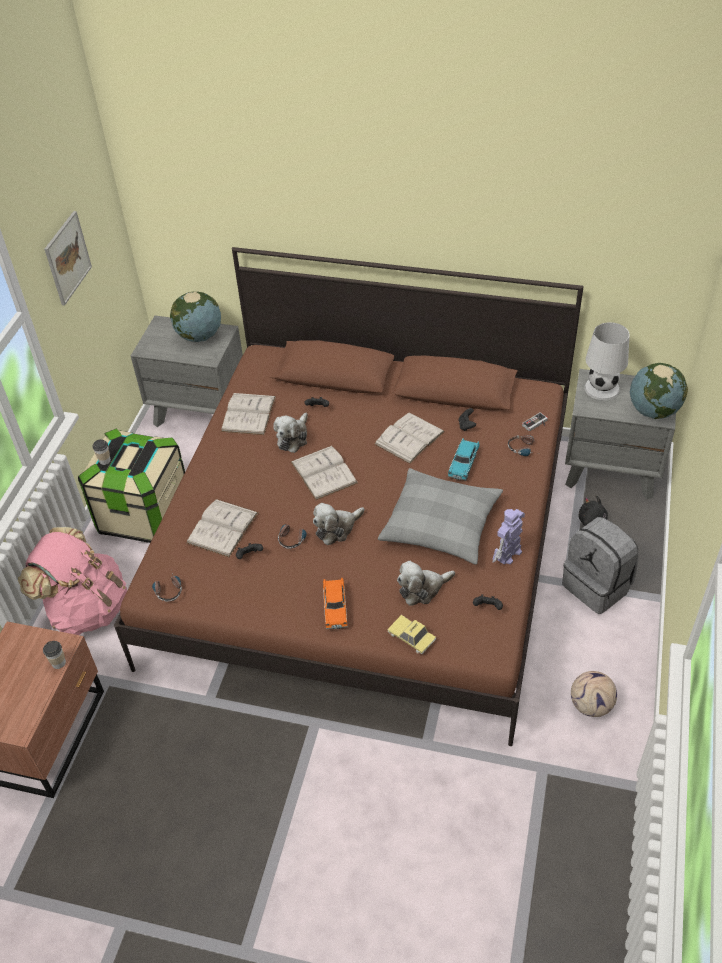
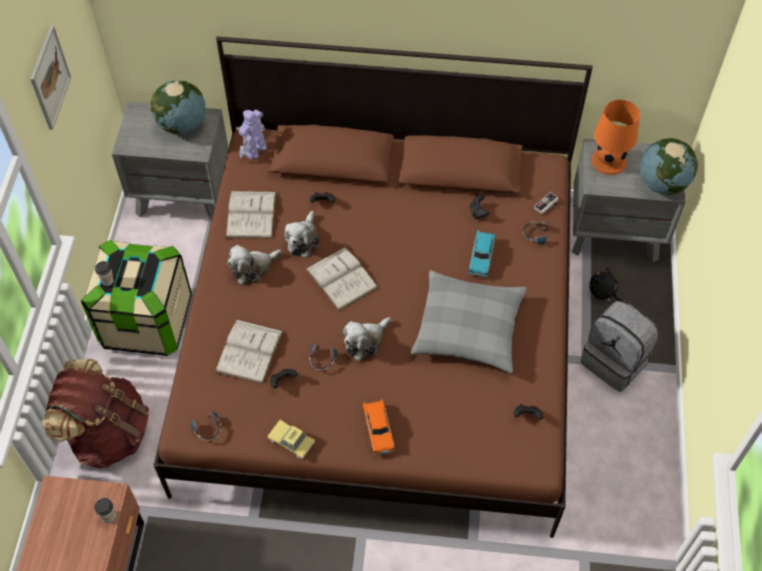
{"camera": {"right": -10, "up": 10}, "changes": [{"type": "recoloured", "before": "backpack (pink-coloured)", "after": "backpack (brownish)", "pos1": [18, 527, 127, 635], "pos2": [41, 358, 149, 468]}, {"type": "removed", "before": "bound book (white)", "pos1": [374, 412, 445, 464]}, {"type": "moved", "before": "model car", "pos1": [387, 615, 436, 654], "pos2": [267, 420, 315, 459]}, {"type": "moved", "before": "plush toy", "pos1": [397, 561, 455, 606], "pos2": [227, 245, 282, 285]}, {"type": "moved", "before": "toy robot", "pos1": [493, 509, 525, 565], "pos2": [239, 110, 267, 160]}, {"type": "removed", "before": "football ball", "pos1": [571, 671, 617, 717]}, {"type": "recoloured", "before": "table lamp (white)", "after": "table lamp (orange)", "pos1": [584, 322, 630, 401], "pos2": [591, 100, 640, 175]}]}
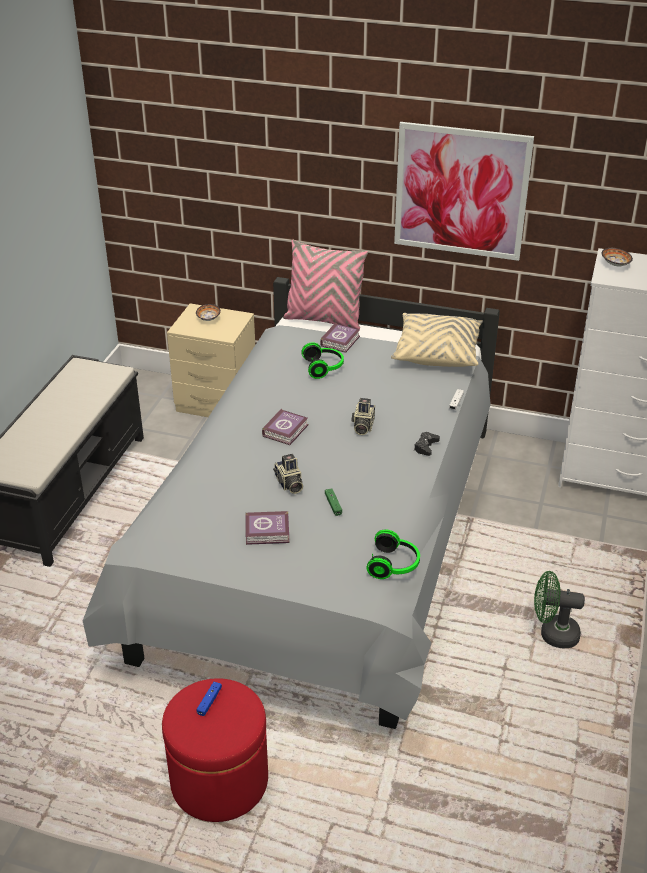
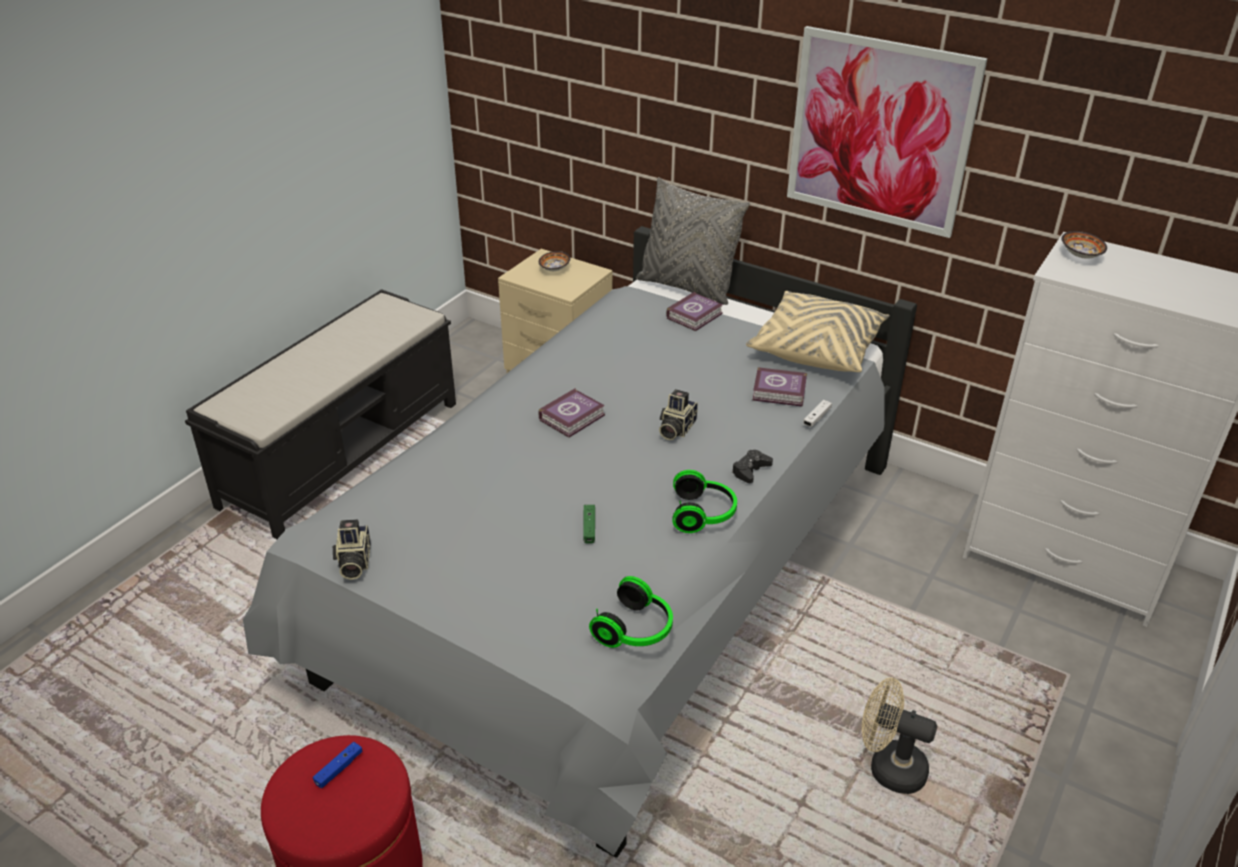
{"camera": {"right": 15, "up": 0}, "changes": [{"type": "moved", "before": "bound book", "pos1": [246, 511, 289, 545], "pos2": [752, 367, 807, 407]}, {"type": "moved", "before": "still camera", "pos1": [273, 454, 303, 494], "pos2": [333, 519, 371, 580]}, {"type": "recoloured", "before": "pillow (pink-coloured)", "after": "pillow (greyish)", "pos1": [283, 240, 368, 329], "pos2": [636, 177, 750, 305]}, {"type": "moved", "before": "pair of headphones", "pos1": [301, 342, 344, 379], "pos2": [672, 470, 737, 533]}, {"type": "recoloured", "before": "electric fan (green-coloured)", "after": "electric fan (beige-coloured)", "pos1": [534, 571, 585, 648], "pos2": [861, 678, 937, 794]}]}
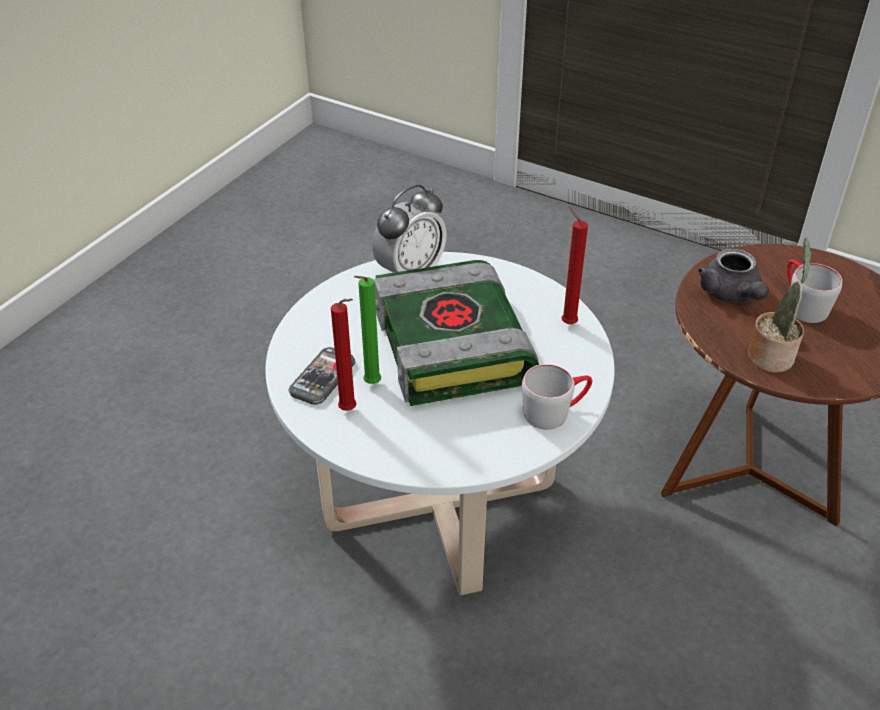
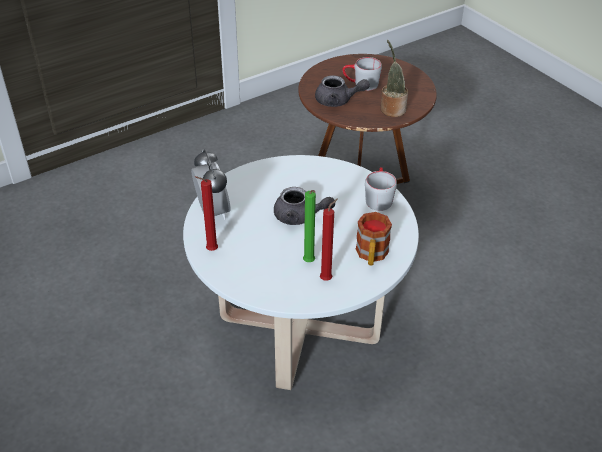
{"camera": {"right": -65, "up": 0}, "changes": [{"type": "removed", "before": "handset", "pos1": [289, 347, 356, 405]}, {"type": "replaced", "before": "bound book", "after": "tea pot (greyish)", "pos1": [374, 260, 539, 406], "pos2": [274, 187, 335, 225]}, {"type": "moved", "before": "wax candle (red-coloured)", "pos1": [561, 206, 588, 324], "pos2": [195, 176, 218, 251]}, {"type": "added", "after": "tea mug", "pos2": [356, 212, 392, 266]}]}
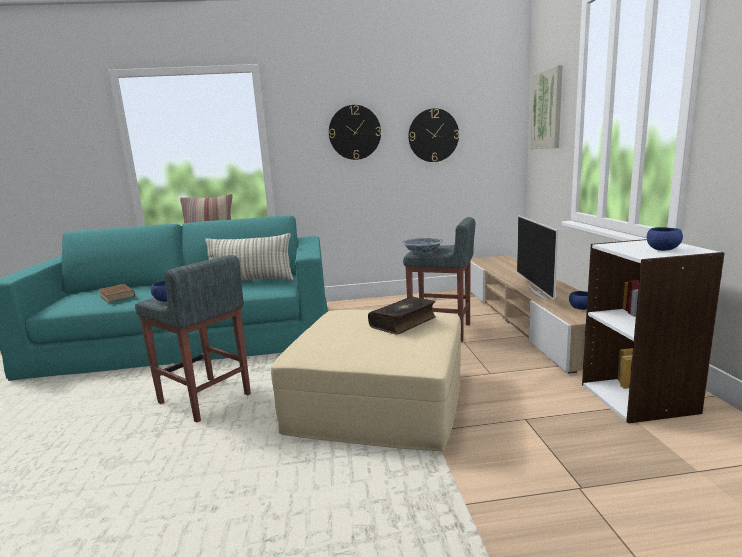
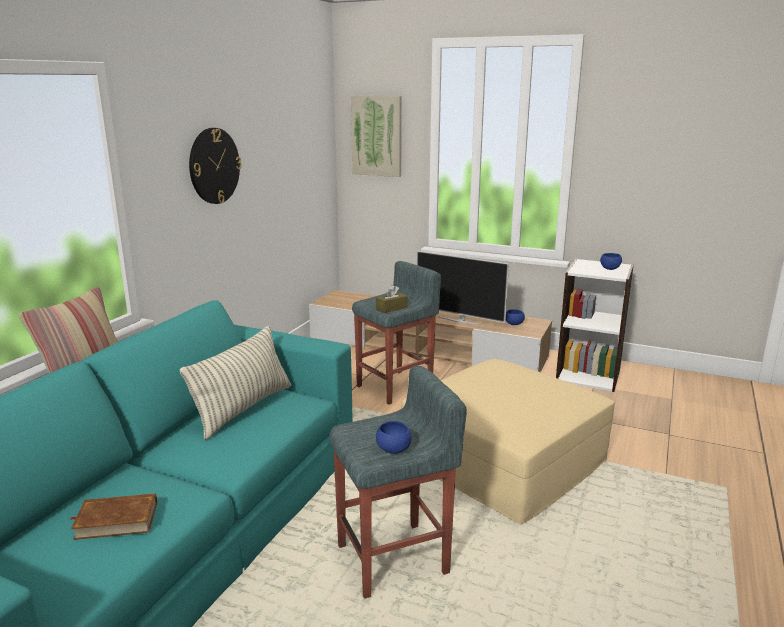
{"camera": {"right": -60, "up": 5}, "changes": [{"type": "removed", "before": "bound book", "pos1": [368, 296, 436, 334]}, {"type": "replaced", "before": "deep dish", "after": "tissue holder (brownish)", "pos1": [402, 237, 443, 253], "pos2": [376, 285, 407, 313]}, {"type": "removed", "before": "hanging clock", "pos1": [408, 108, 459, 162]}]}
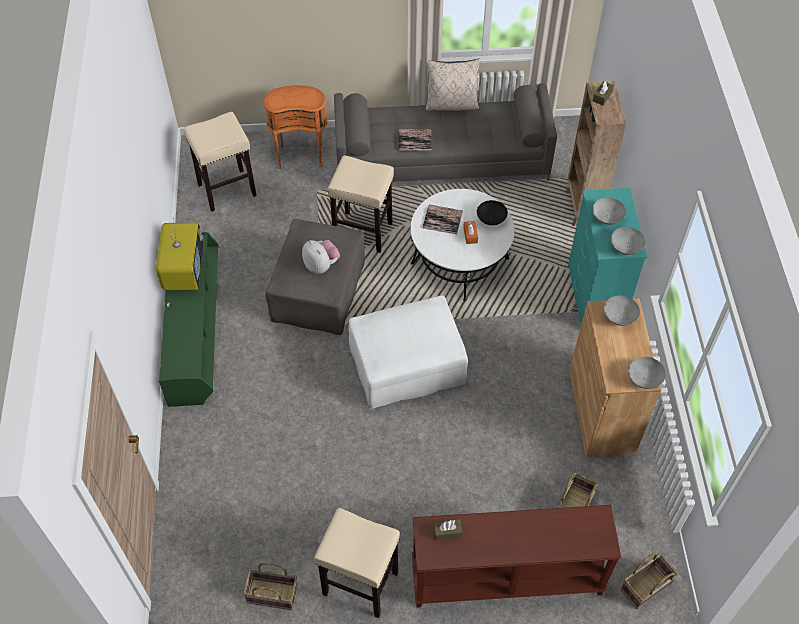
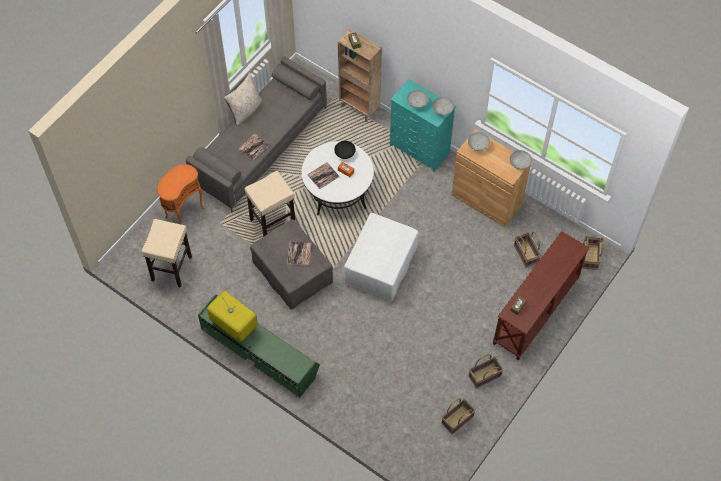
{"camera": {"right": -50, "up": 5}, "changes": [{"type": "replaced", "before": "plush toy", "after": "bound book", "pos1": [302, 240, 340, 274], "pos2": [287, 241, 312, 266]}, {"type": "replaced", "before": "stool (beige-coloured)", "after": "storage basket", "pos1": [314, 508, 400, 618], "pos2": [469, 354, 503, 389]}]}
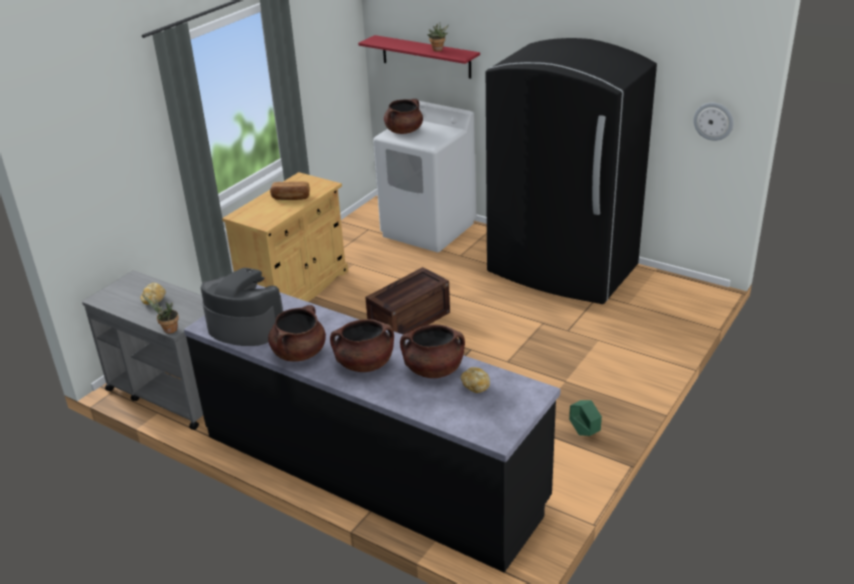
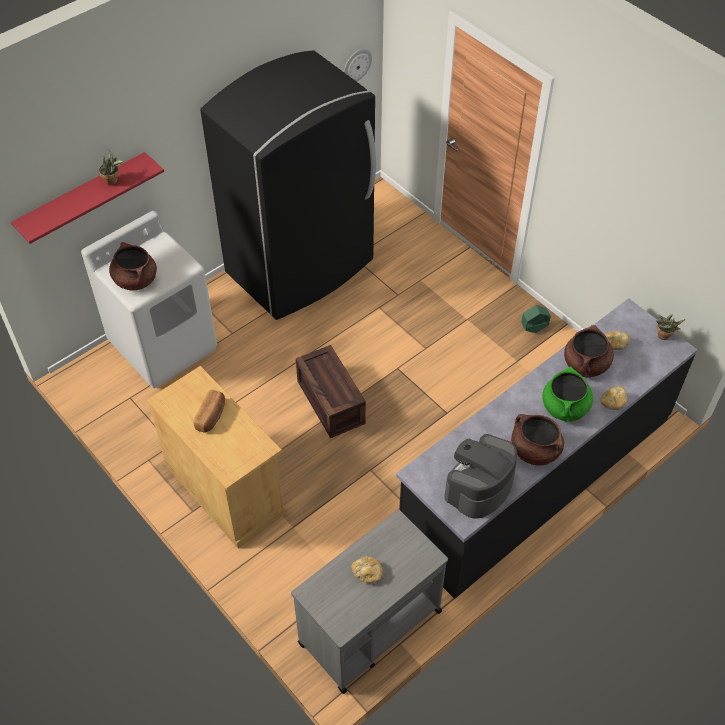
{"camera": {"right": -75, "up": 20}, "changes": [{"type": "moved", "before": "plant in a pot", "pos1": [142, 294, 179, 333], "pos2": [656, 314, 685, 340]}, {"type": "recoloured", "before": "saucepot (brownish)", "after": "saucepot (green-coloured)", "pos1": [330, 319, 394, 372], "pos2": [542, 367, 593, 422]}, {"type": "added", "after": "bread", "pos2": [601, 386, 627, 410]}]}
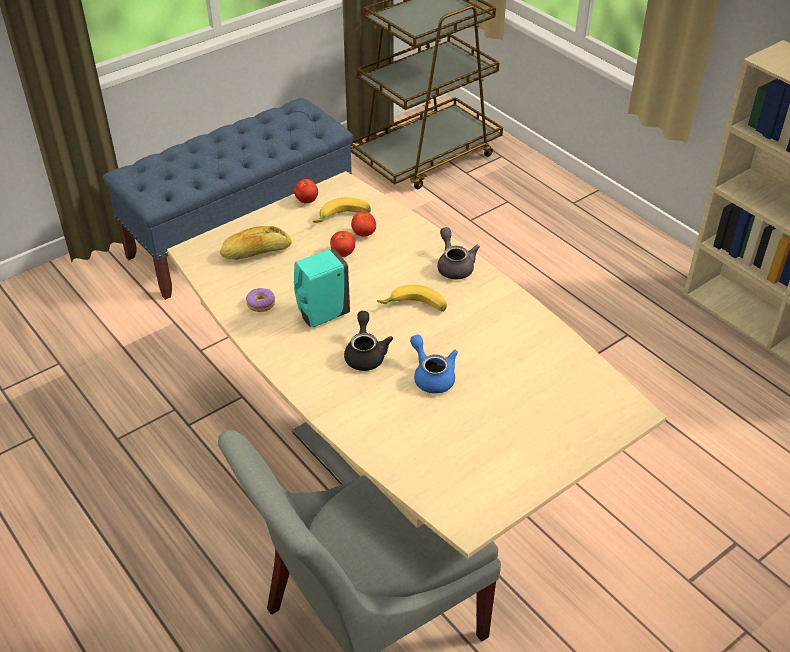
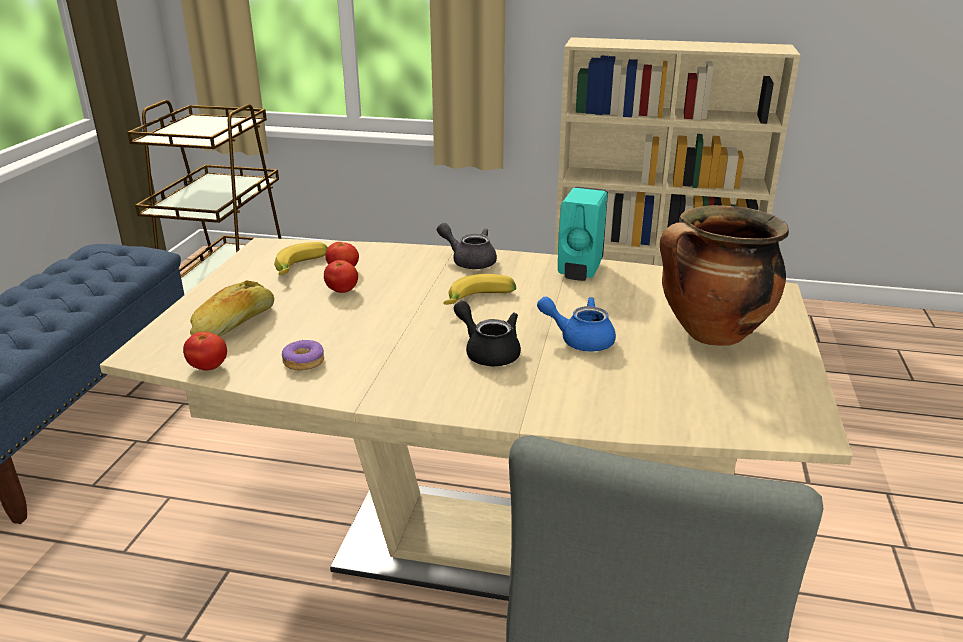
{"camera": {"right": -40, "up": -15}, "changes": [{"type": "moved", "before": "tomato", "pos1": [294, 179, 318, 204], "pos2": [183, 332, 227, 371]}, {"type": "moved", "before": "liquid soap bottle (blue-green)", "pos1": [294, 249, 350, 327], "pos2": [558, 187, 608, 281]}, {"type": "added", "after": "saucepot", "pos2": [660, 205, 789, 346]}]}
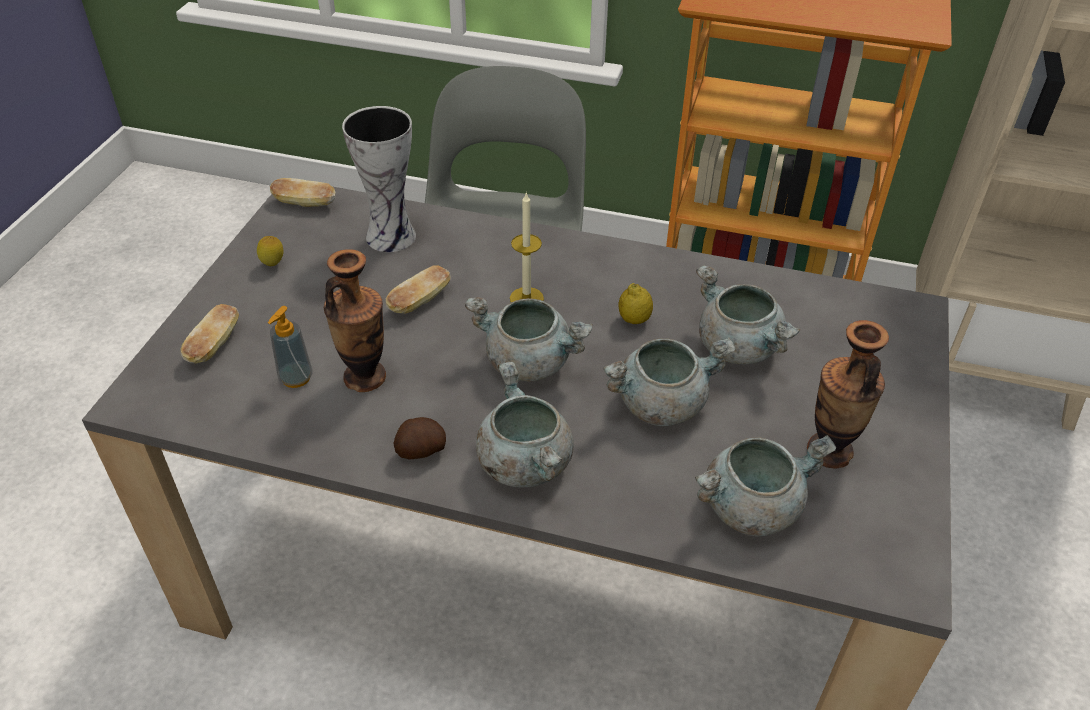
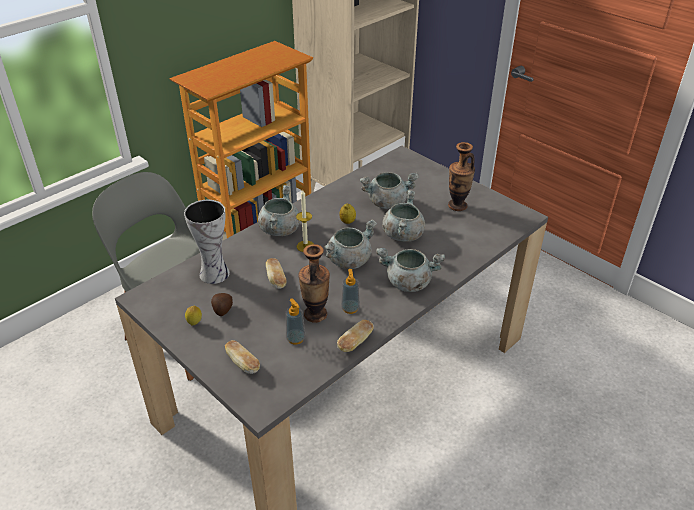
{"camera": {"right": -60, "up": -5}, "changes": [{"type": "moved", "before": "bread", "pos1": [270, 178, 336, 207], "pos2": [337, 320, 374, 352]}, {"type": "moved", "before": "spud", "pos1": [393, 417, 446, 460], "pos2": [211, 293, 233, 316]}, {"type": "moved", "before": "saucepot (greyish)", "pos1": [695, 435, 836, 536], "pos2": [258, 185, 300, 236]}, {"type": "added", "after": "liquid soap bottle", "pos2": [341, 269, 360, 314]}]}
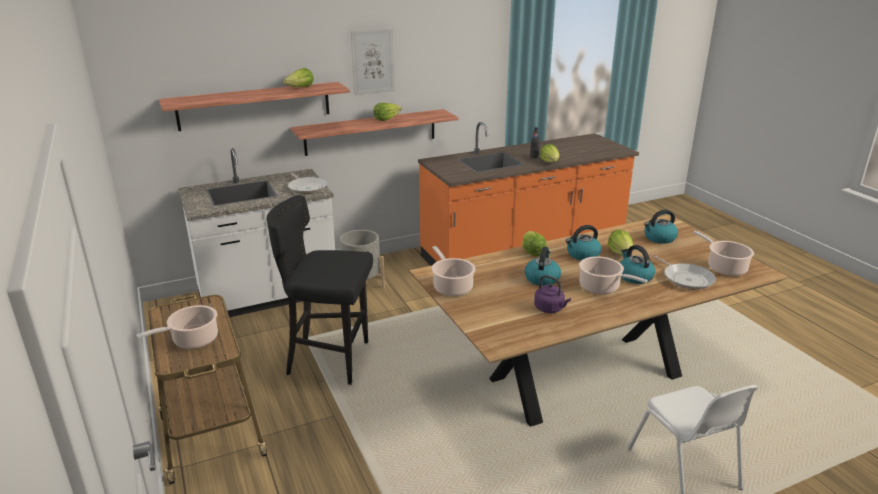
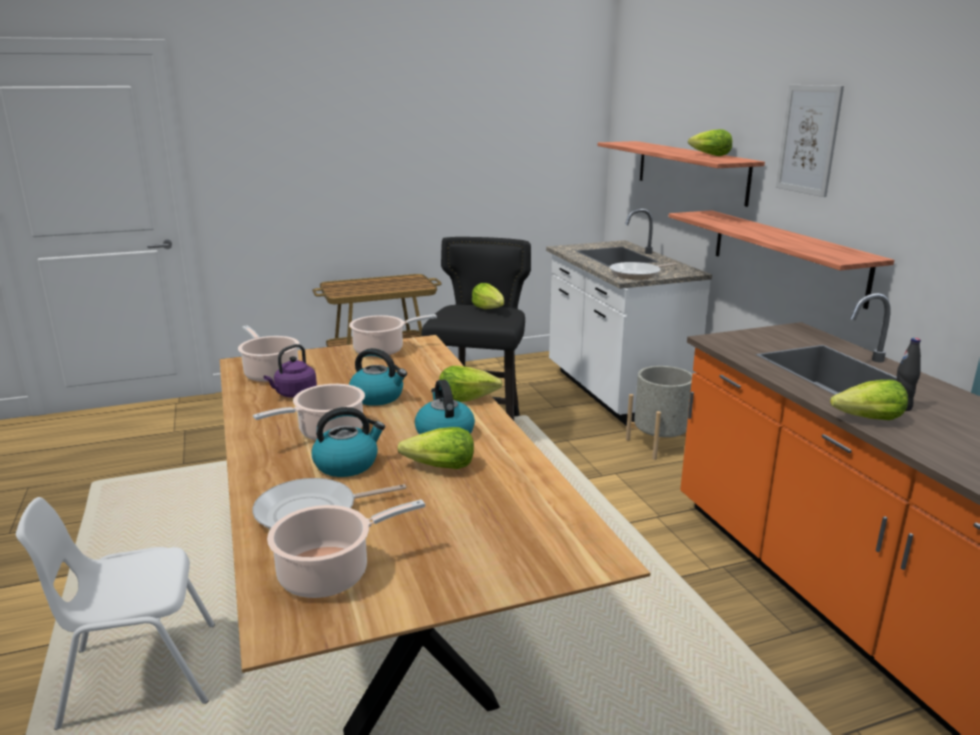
{"camera": {"right": 95, "up": -5}, "changes": [{"type": "moved", "before": "saucepot", "pos1": [136, 305, 218, 349], "pos2": [238, 325, 299, 382]}, {"type": "moved", "before": "head of lettuce", "pos1": [373, 103, 402, 121], "pos2": [472, 283, 504, 309]}, {"type": "removed", "before": "tea kettle", "pos1": [644, 210, 678, 244]}]}
